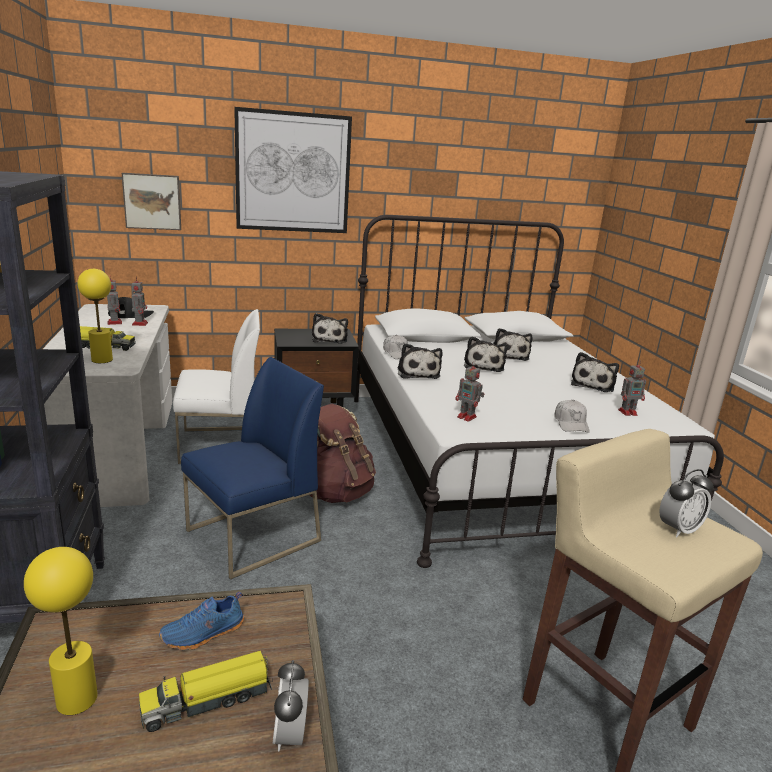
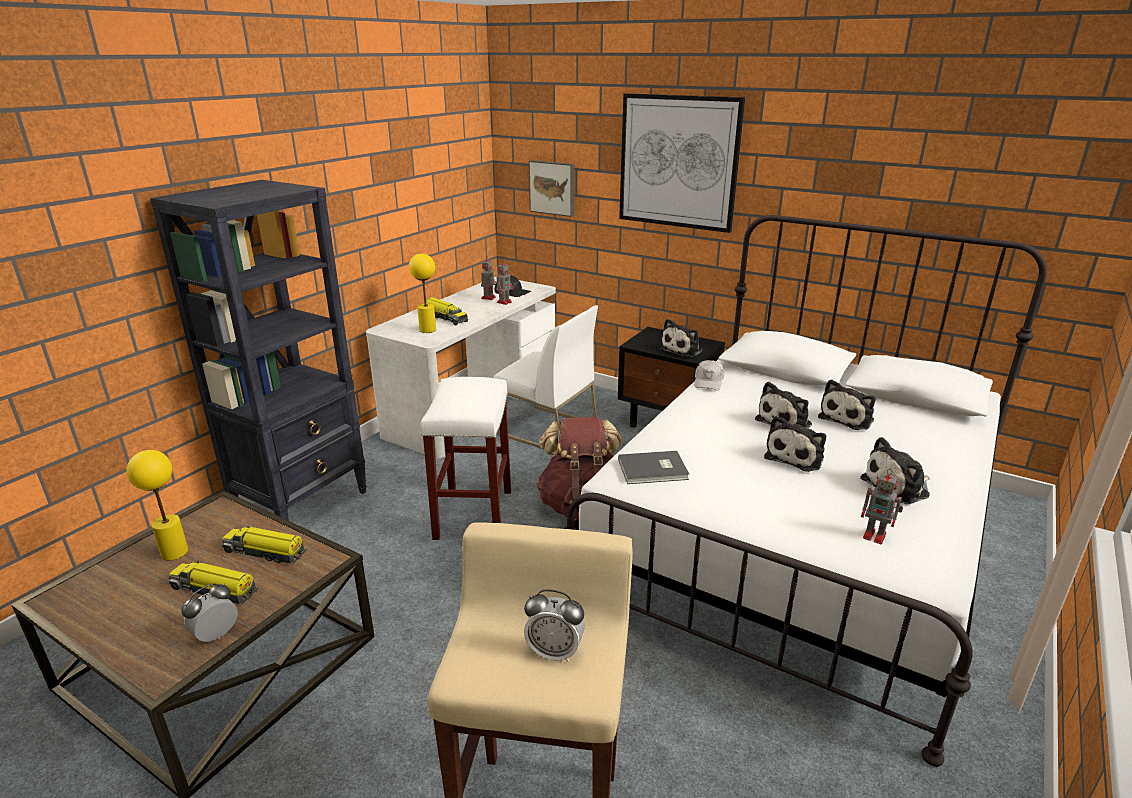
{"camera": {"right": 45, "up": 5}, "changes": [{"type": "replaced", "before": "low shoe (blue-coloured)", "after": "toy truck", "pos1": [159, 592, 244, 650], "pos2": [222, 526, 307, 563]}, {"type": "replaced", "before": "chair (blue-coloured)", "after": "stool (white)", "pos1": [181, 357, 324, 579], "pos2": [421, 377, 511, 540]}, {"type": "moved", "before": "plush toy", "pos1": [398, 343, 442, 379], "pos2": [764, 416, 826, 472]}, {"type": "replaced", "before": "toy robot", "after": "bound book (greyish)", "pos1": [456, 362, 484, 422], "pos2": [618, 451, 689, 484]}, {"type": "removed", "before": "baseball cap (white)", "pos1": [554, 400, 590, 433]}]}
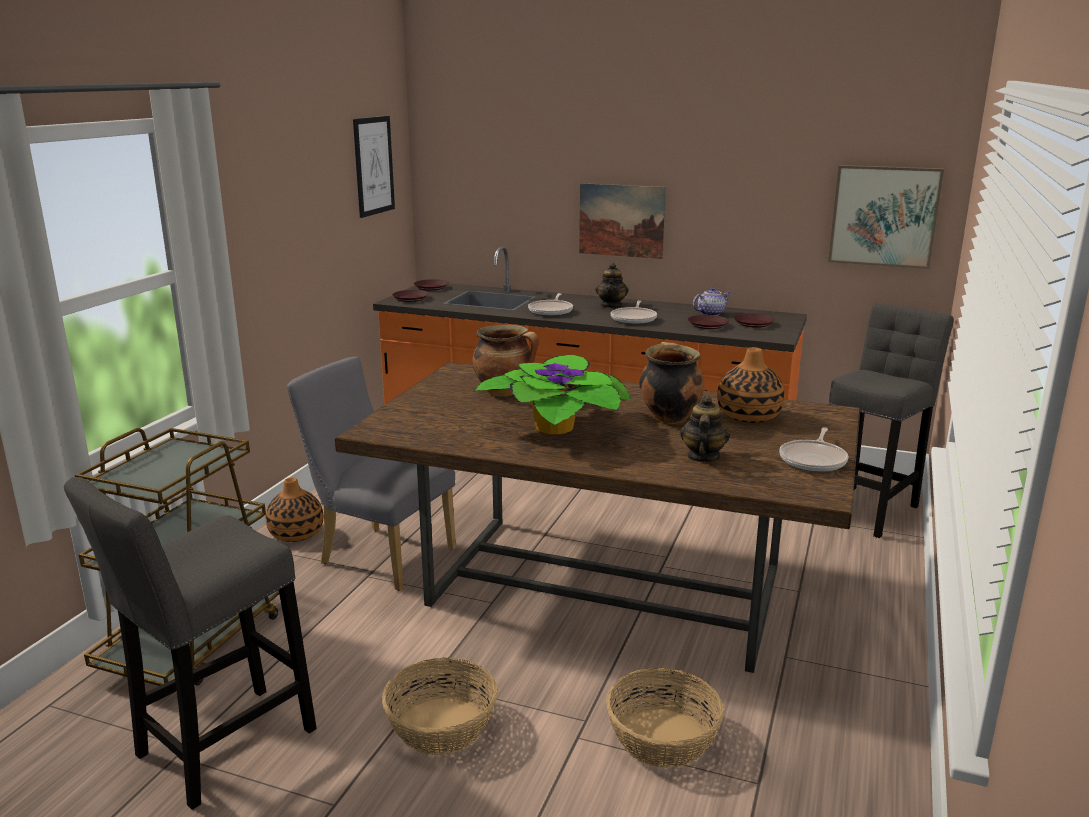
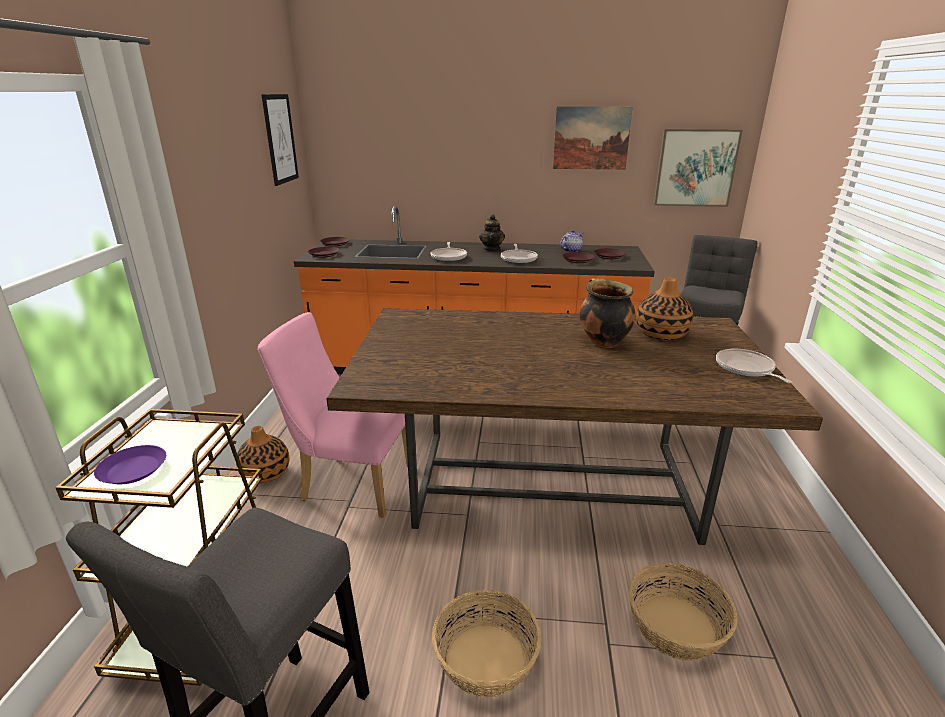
{"camera": {"right": -15, "up": 5}, "changes": [{"type": "recoloured", "before": "chair (greyish)", "after": "chair (pink-coloured)", "pos1": [287, 357, 456, 591], "pos2": [258, 312, 408, 518]}, {"type": "removed", "before": "saucepot", "pos1": [473, 325, 539, 396]}, {"type": "removed", "before": "plant in a pot", "pos1": [474, 355, 631, 434]}, {"type": "moved", "before": "wall picture", "pos1": [579, 183, 666, 259], "pos2": [553, 106, 633, 170]}, {"type": "removed", "before": "tea pot", "pos1": [680, 395, 730, 462]}, {"type": "turned", "before": "frying pan", "pos1": [779, 427, 848, 472], "pos2": [716, 349, 792, 383], "turn": 150}, {"type": "added", "after": "flat dish (purple-coloured)", "pos2": [94, 445, 166, 484]}]}
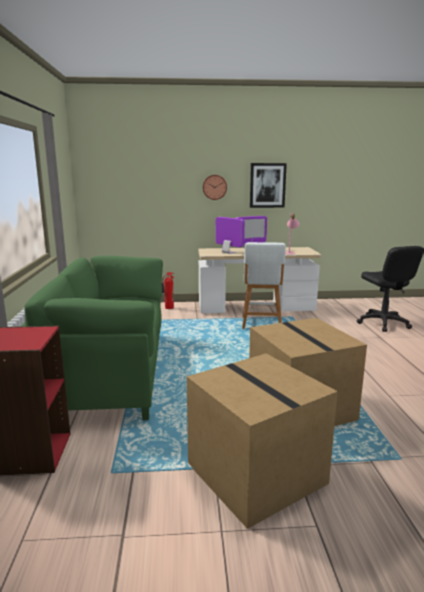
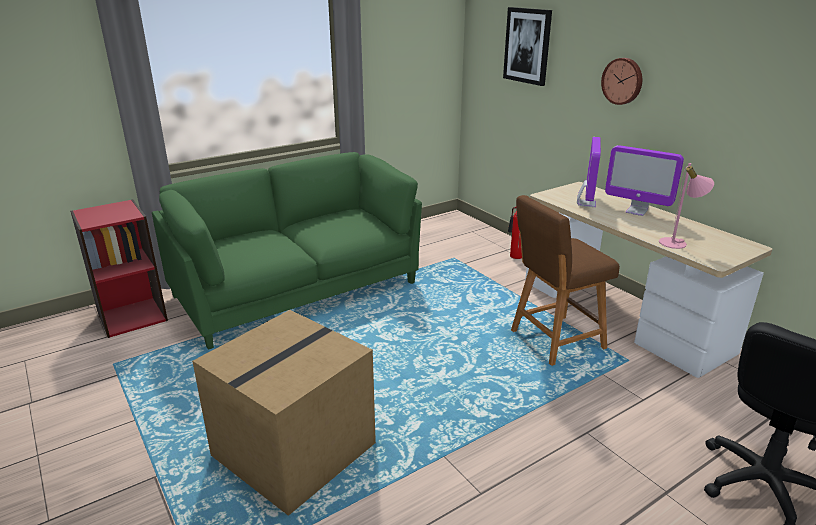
{"camera": {"right": 60, "up": 10}, "changes": [{"type": "removed", "before": "carton", "pos1": [187, 353, 338, 529]}, {"type": "recoloured", "before": "stool (white)", "after": "stool (brownish)", "pos1": [242, 242, 286, 329], "pos2": [511, 195, 620, 366]}, {"type": "moved", "before": "wall picture", "pos1": [250, 163, 287, 208], "pos2": [503, 7, 552, 86]}]}
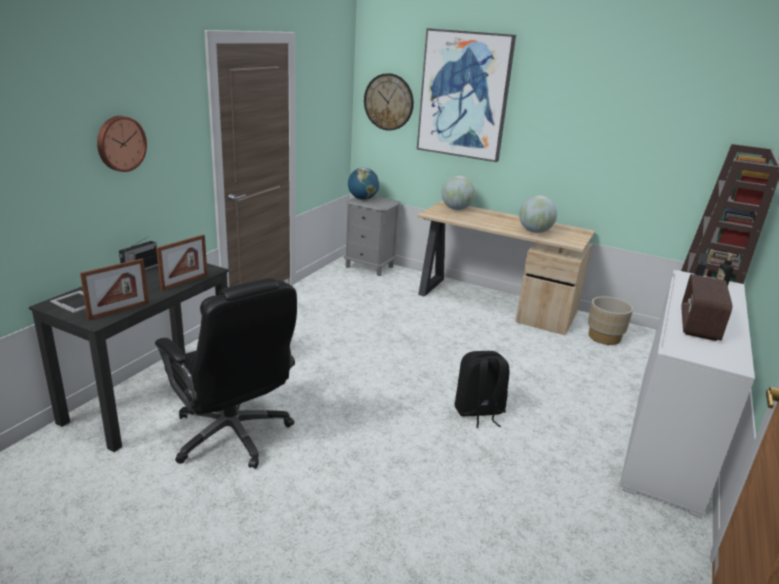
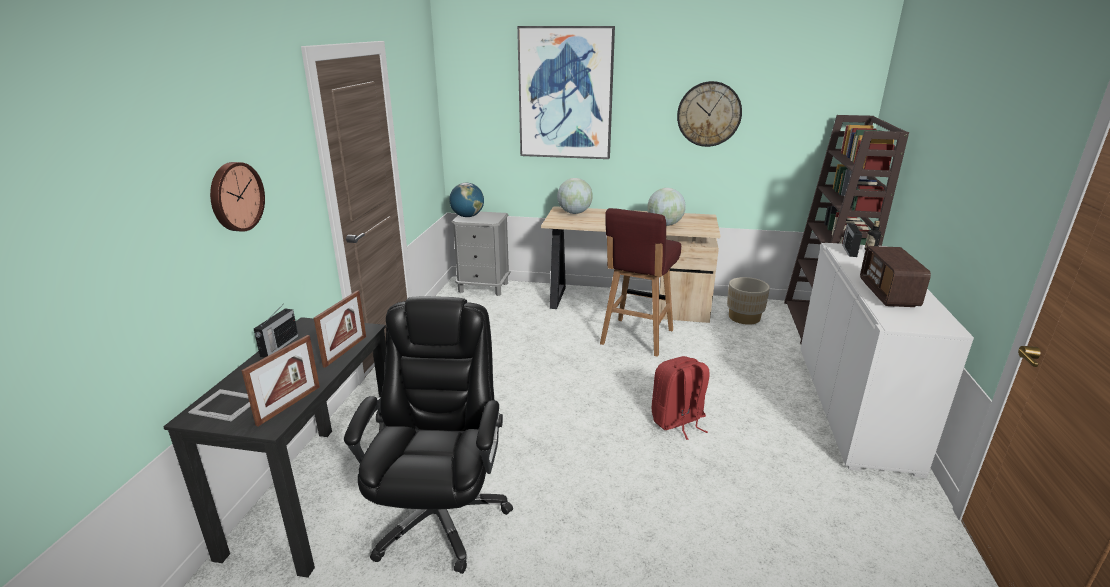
{"camera": {"right": -15, "up": 0}, "changes": [{"type": "turned", "before": "computer chair (black-coloured)", "pos1": [155, 278, 297, 469], "pos2": [344, 296, 513, 574], "turn": -120}, {"type": "moved", "before": "hanging clock", "pos1": [364, 73, 414, 131], "pos2": [677, 81, 742, 147]}, {"type": "recoloured", "before": "backpack (black-coloured)", "after": "backpack (red-coloured)", "pos1": [454, 351, 509, 428], "pos2": [652, 356, 710, 440]}, {"type": "added", "after": "stool (red-coloured)", "pos2": [600, 208, 681, 357]}]}
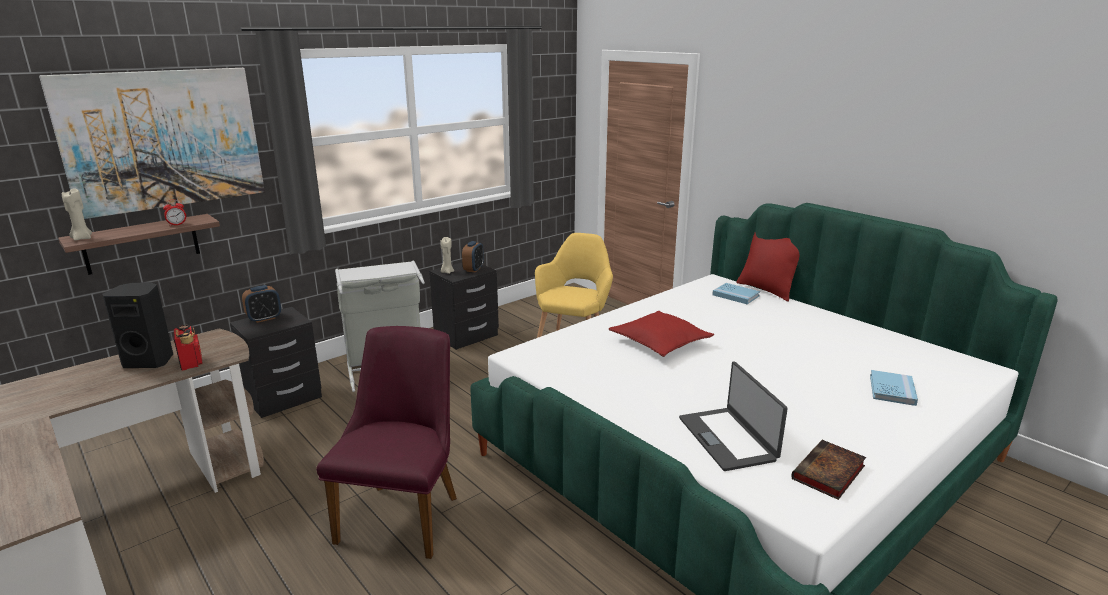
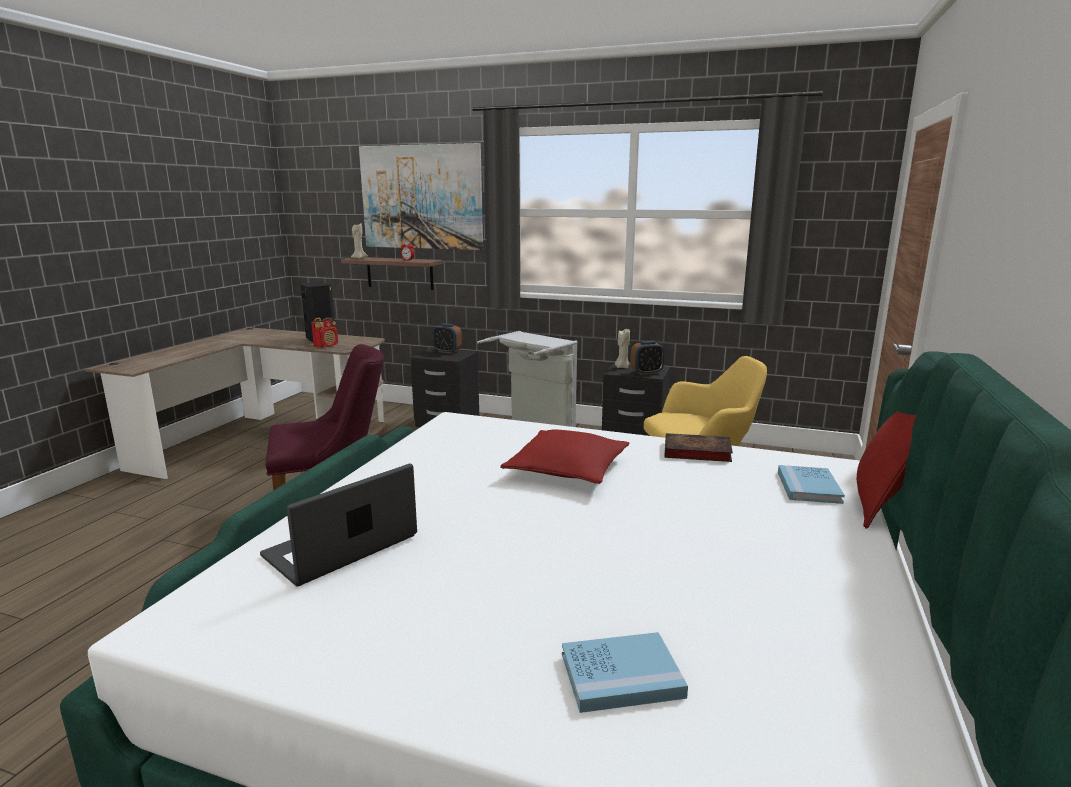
{"camera": {"right": 60, "up": -5}, "changes": [{"type": "moved", "before": "bound book", "pos1": [791, 440, 867, 500], "pos2": [664, 433, 733, 462]}]}
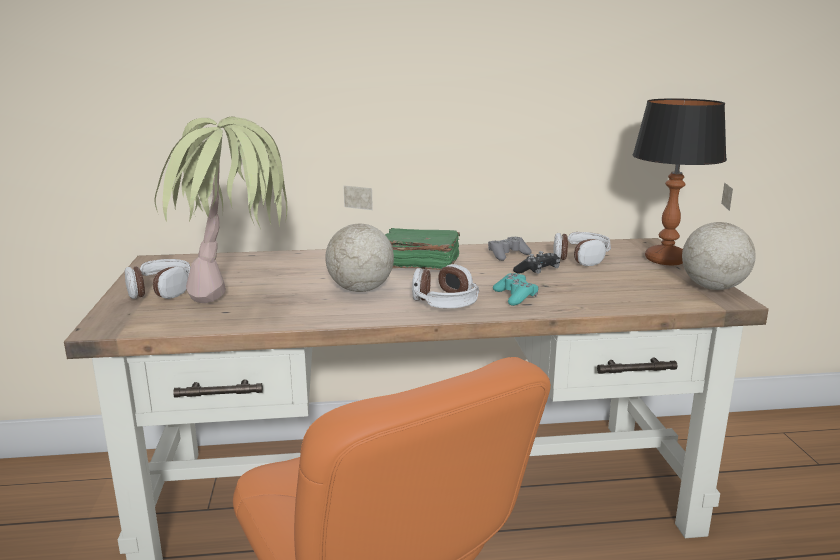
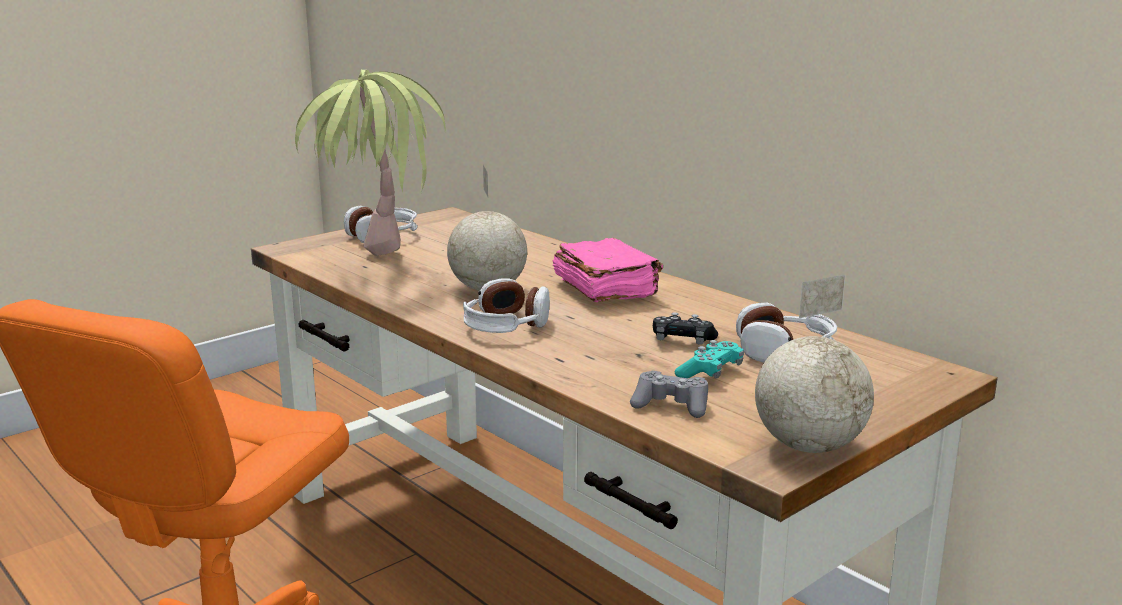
{"camera": {"right": 55, "up": 0}, "changes": [{"type": "recoloured", "before": "bound book (green-coloured)", "after": "bound book (pink-coloured)", "pos1": [385, 228, 460, 270], "pos2": [553, 238, 663, 302]}, {"type": "moved", "before": "game controller (greyish)", "pos1": [488, 237, 531, 261], "pos2": [630, 371, 708, 418]}, {"type": "moved", "before": "game controller (blue-green)", "pos1": [493, 273, 538, 306], "pos2": [675, 340, 744, 379]}, {"type": "removed", "before": "table lamp", "pos1": [632, 98, 727, 265]}]}
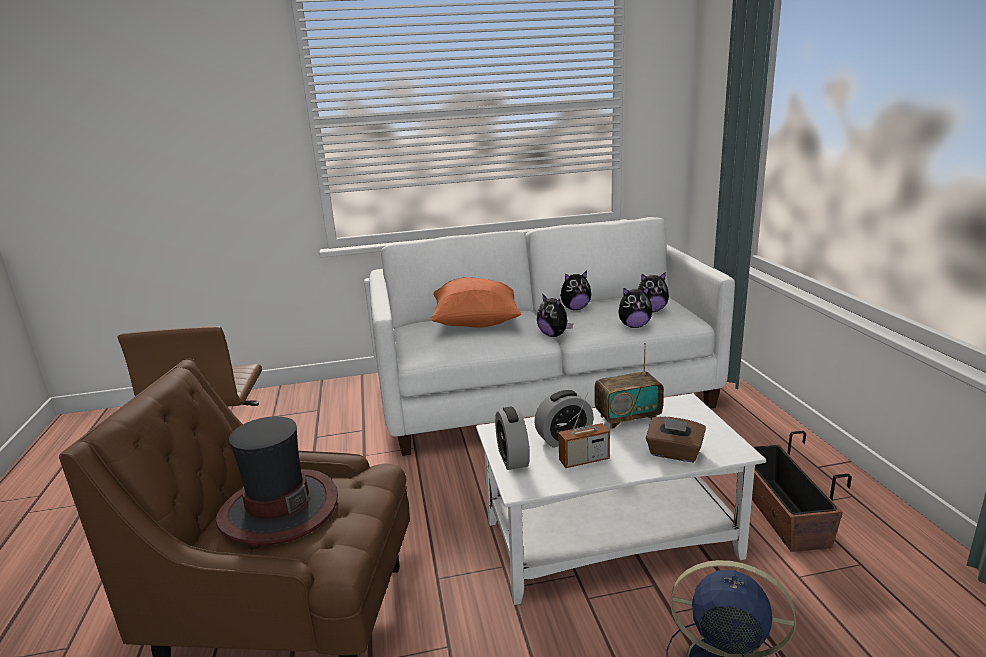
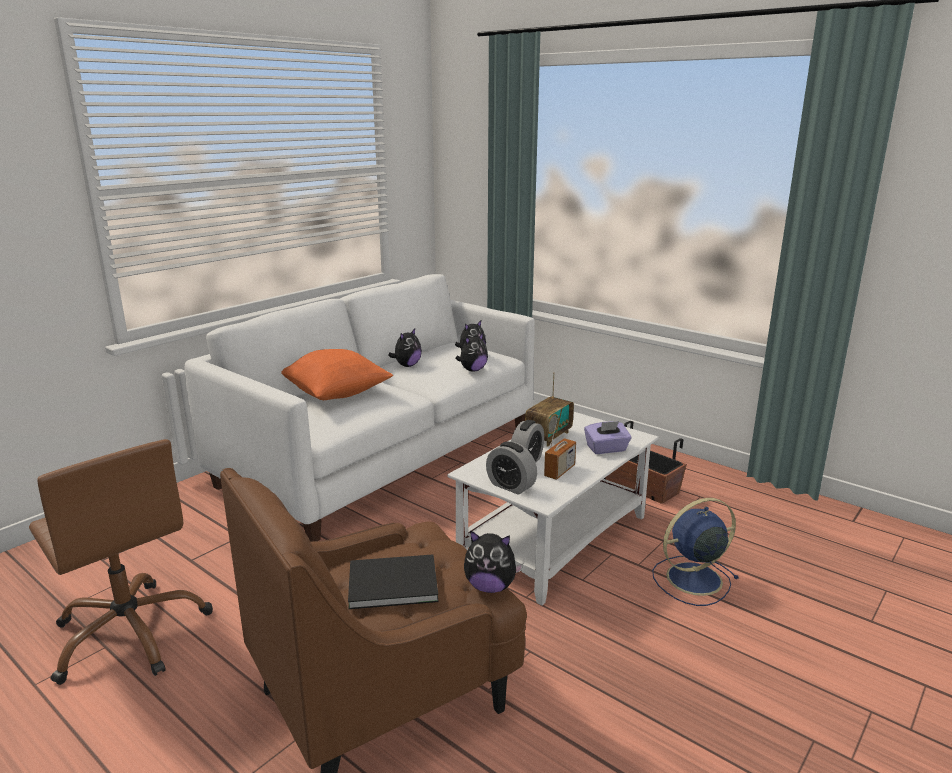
{"camera": {"right": -40, "up": 0}, "changes": [{"type": "replaced", "before": "clothing hat", "after": "bound book (black-coloured)", "pos1": [216, 416, 338, 545], "pos2": [348, 555, 439, 609]}, {"type": "moved", "before": "plush toy", "pos1": [537, 293, 573, 337], "pos2": [464, 530, 523, 593]}, {"type": "recoloured", "before": "tissue holder (brownish)", "after": "tissue holder (purple-coloured)", "pos1": [646, 416, 706, 462], "pos2": [584, 421, 631, 454]}]}
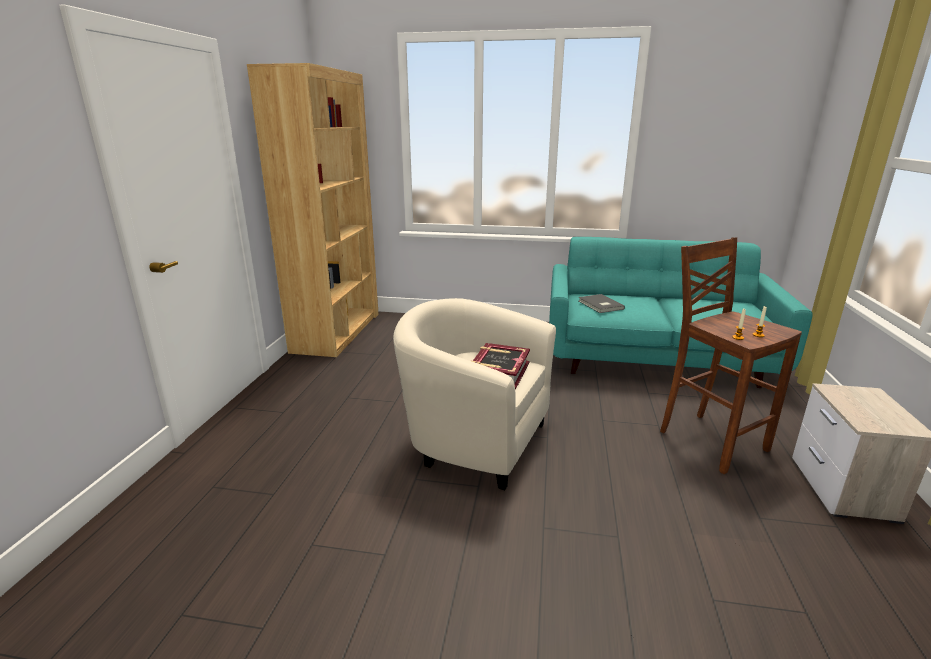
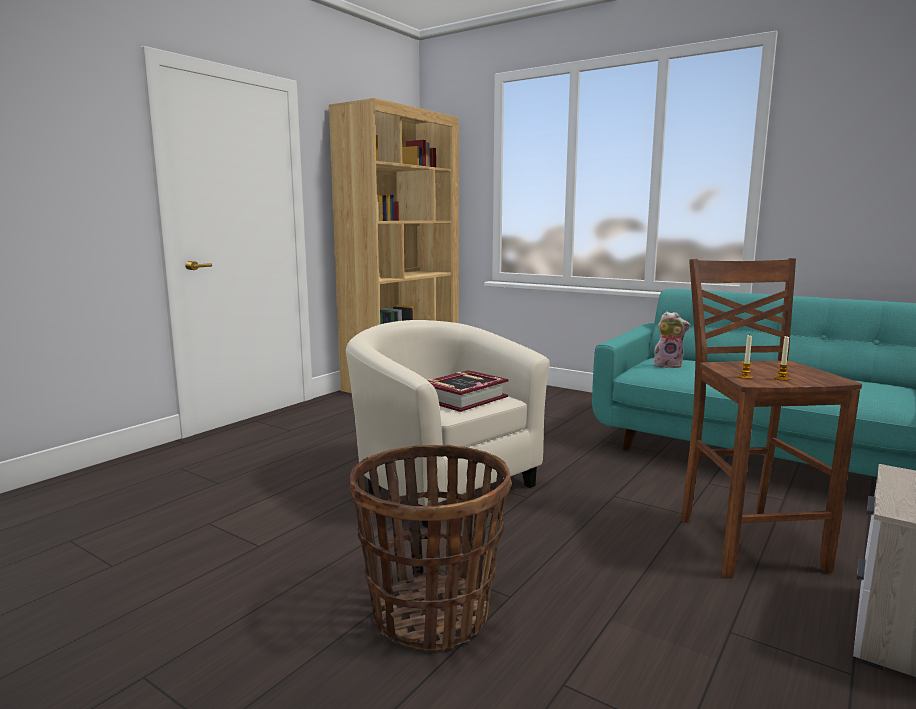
{"camera": {"right": 25, "up": -10}, "changes": [{"type": "replaced", "before": "bound book (greyish)", "after": "plush toy", "pos1": [578, 294, 625, 313], "pos2": [653, 311, 691, 368]}, {"type": "added", "after": "storage basket", "pos2": [350, 445, 512, 651]}]}
